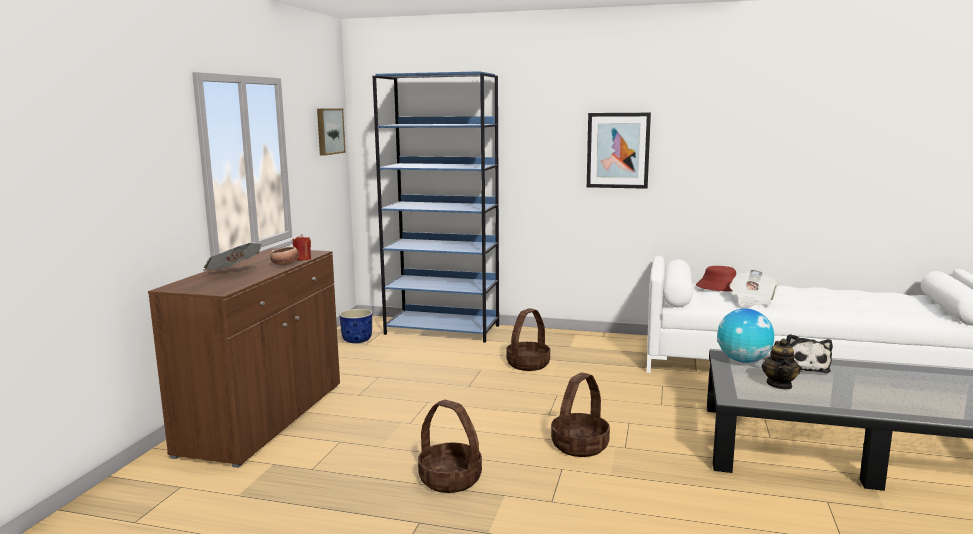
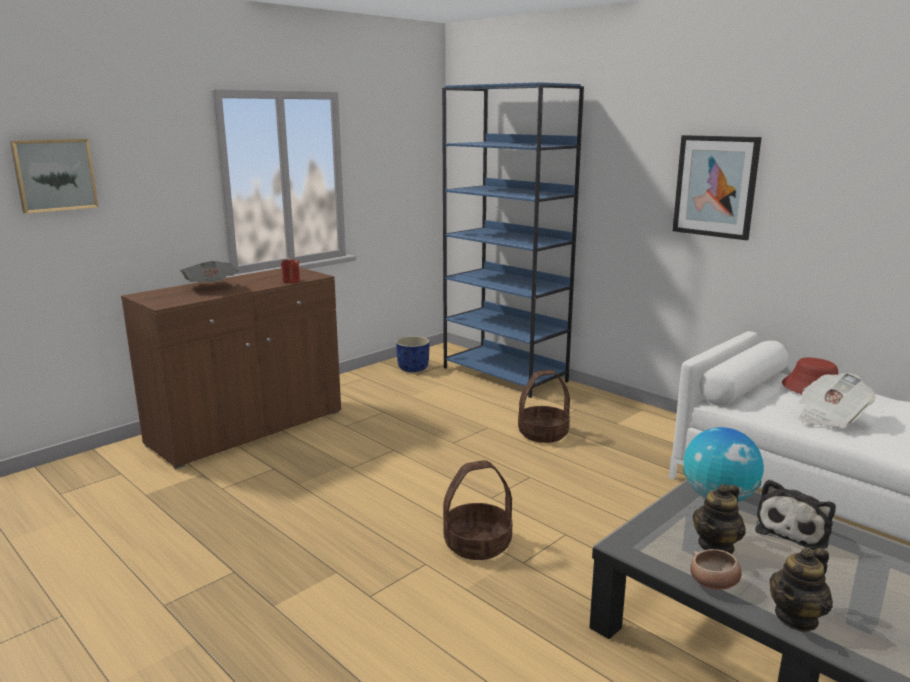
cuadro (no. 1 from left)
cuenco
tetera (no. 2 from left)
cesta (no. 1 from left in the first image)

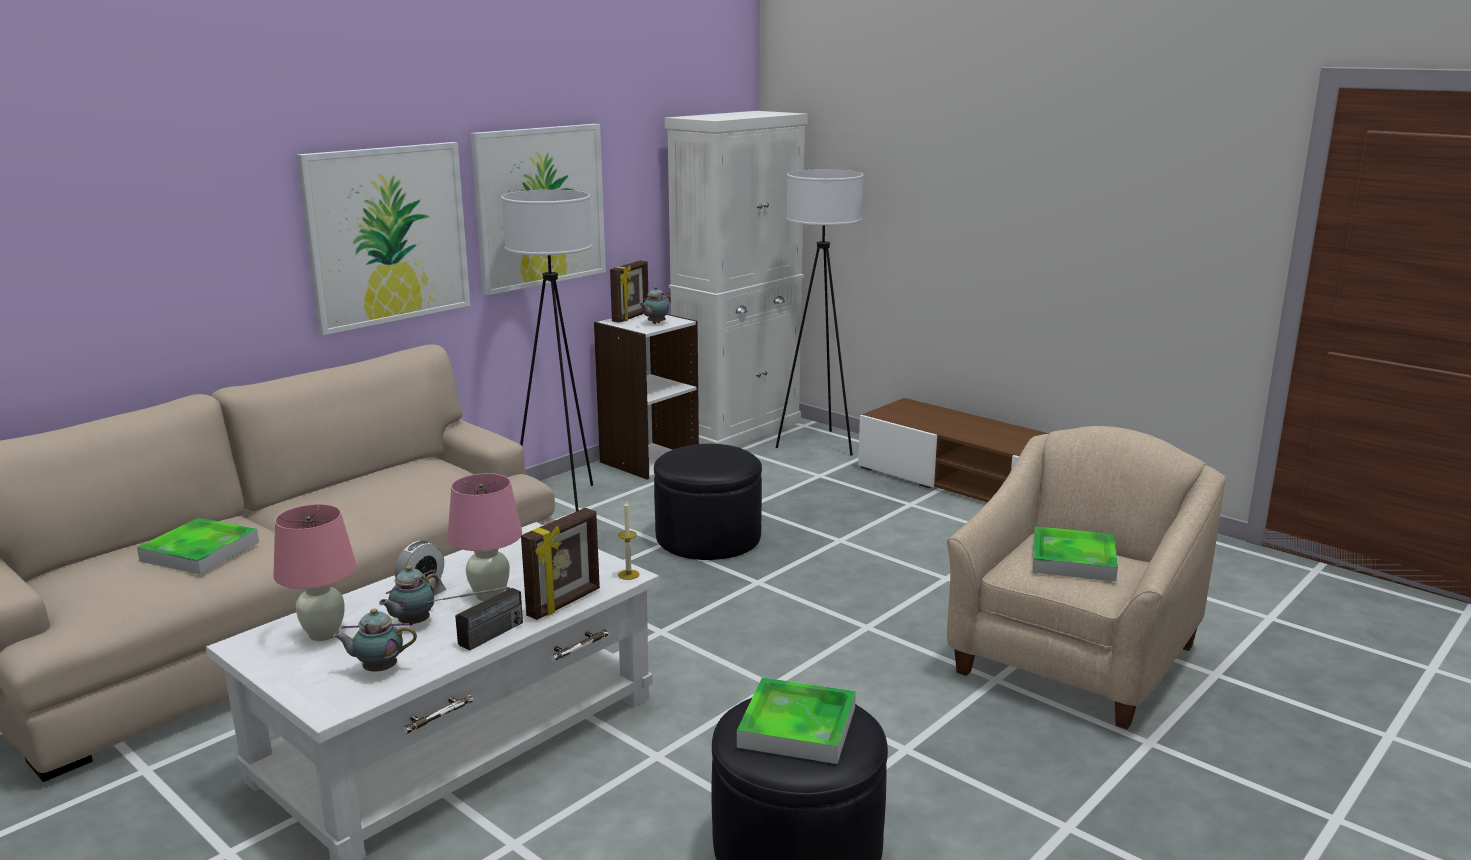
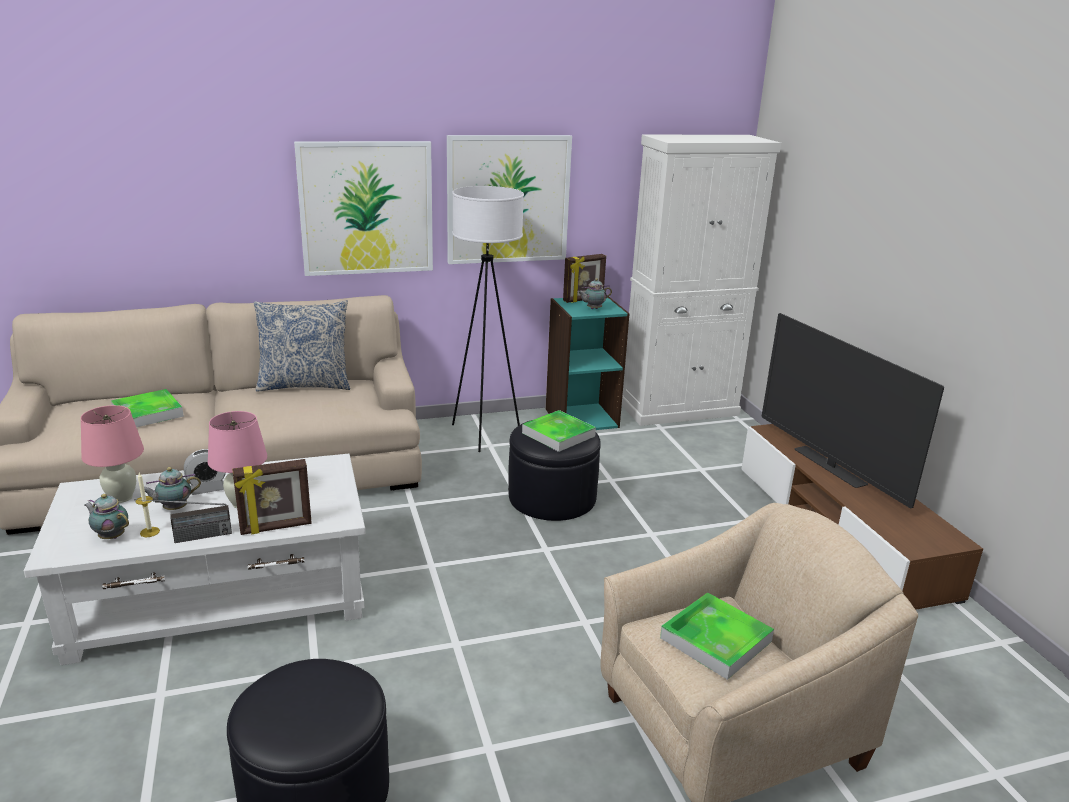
vela
cojín
bandeja (no. 2 from left)
estantería/turquesa
televisor
lámpara de pie/blanco (no. 2 from left in the first image)

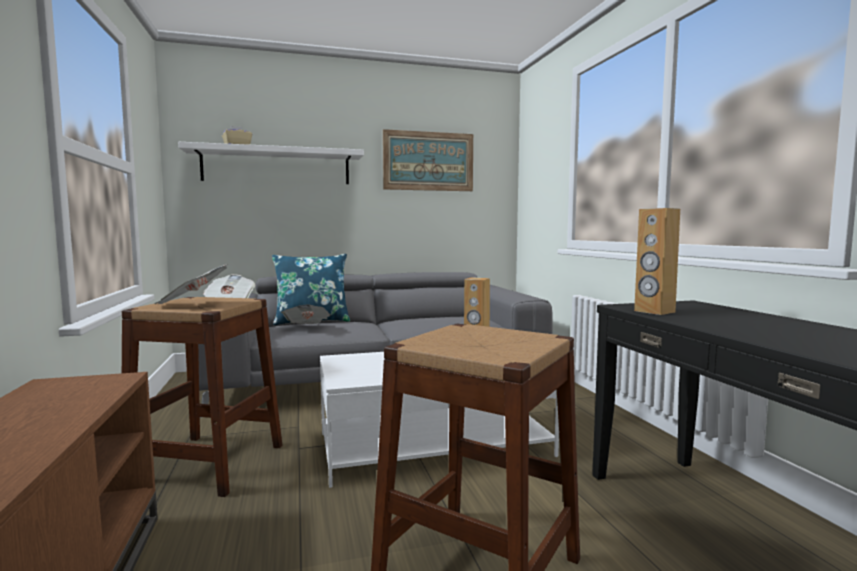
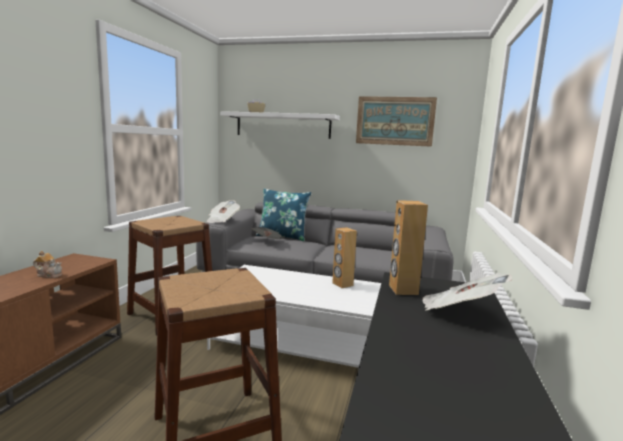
tetera
periódico (no. 3 from left)

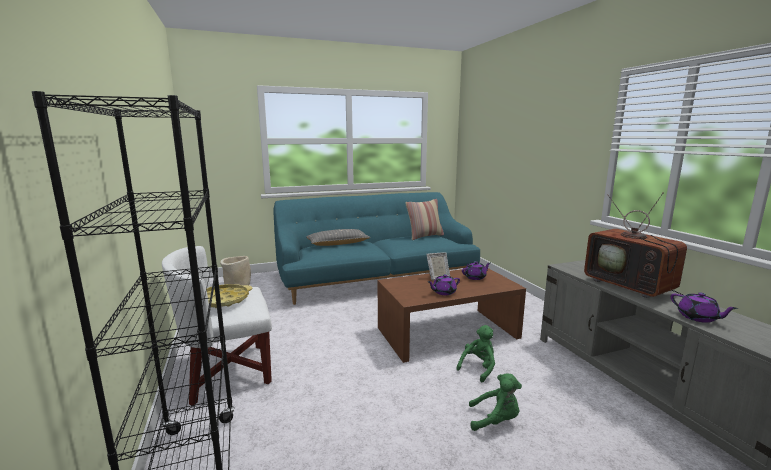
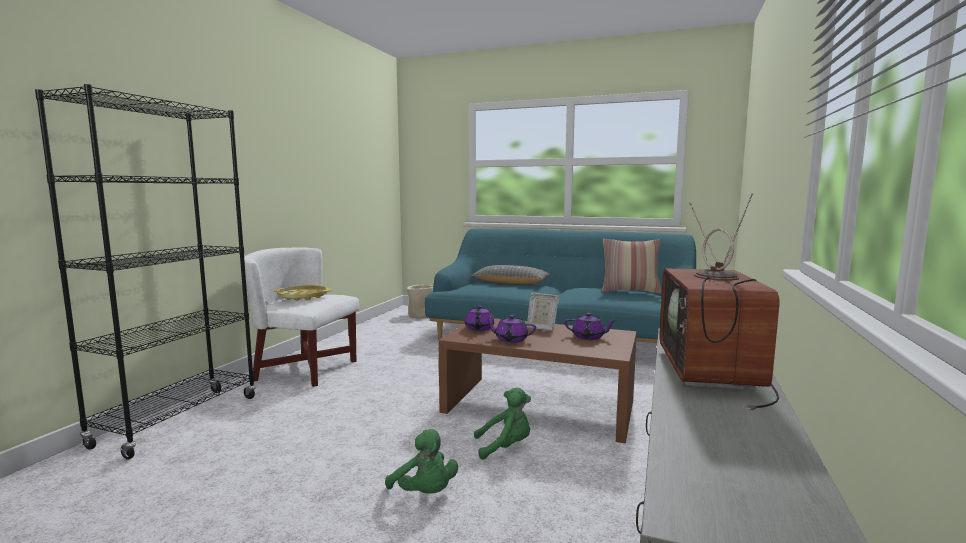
tetera/morado (no. 1 from left)

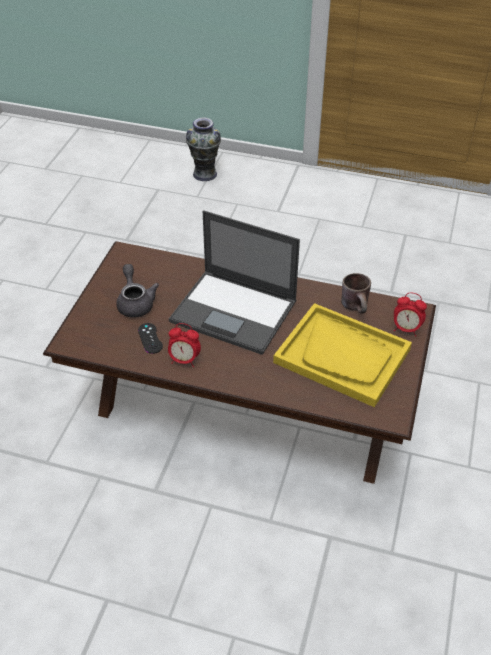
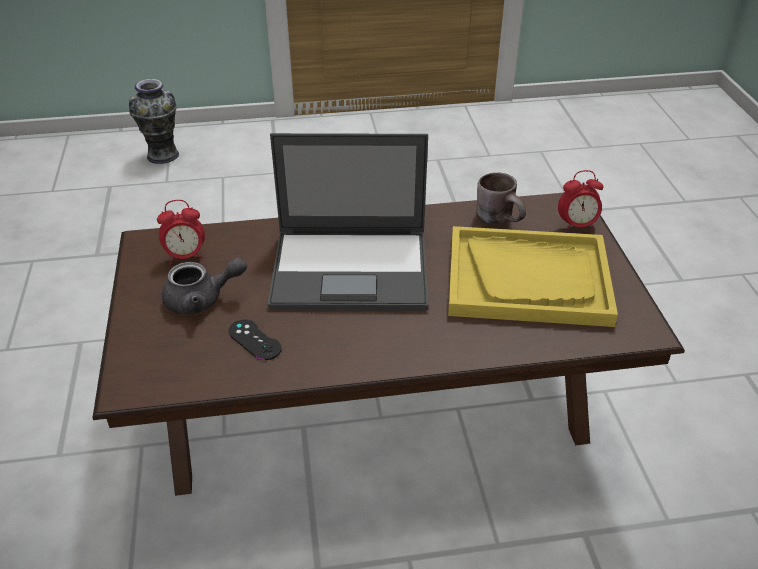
despertador (no. 1 from left)
tetera/gris

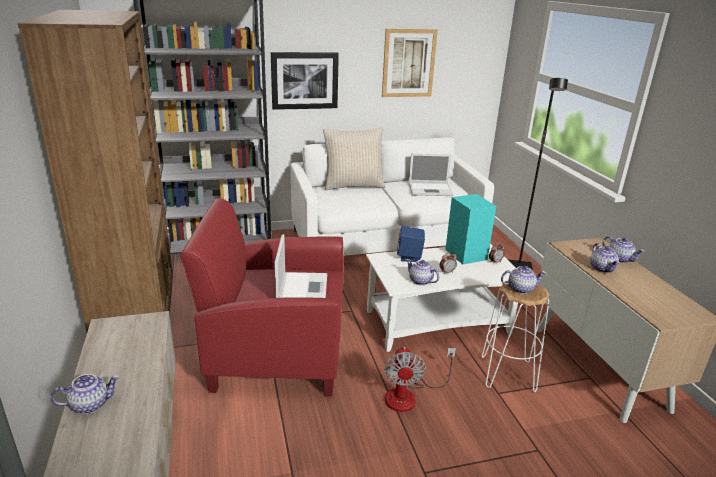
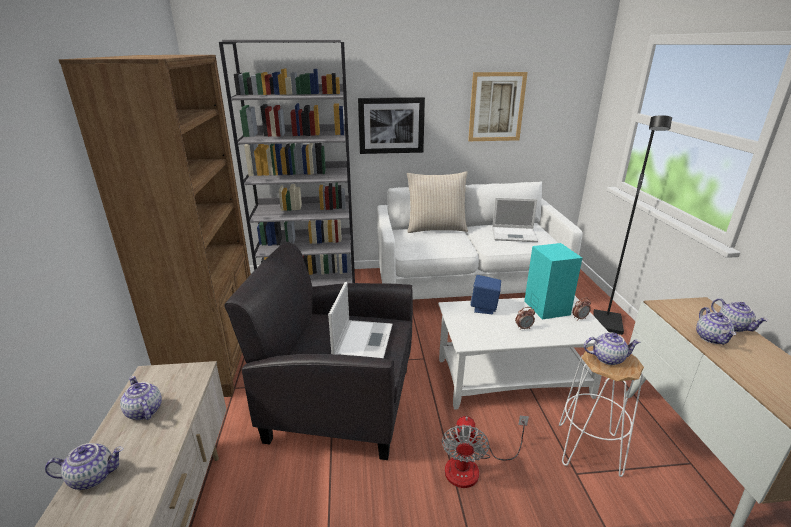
tetera (no. 2 from left)
sillón/negro

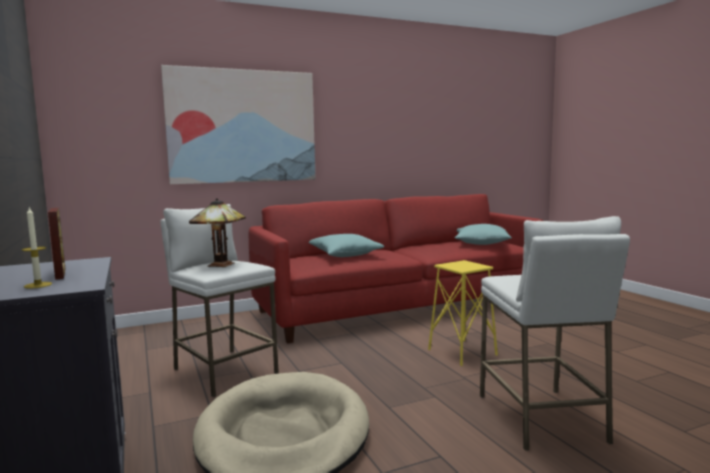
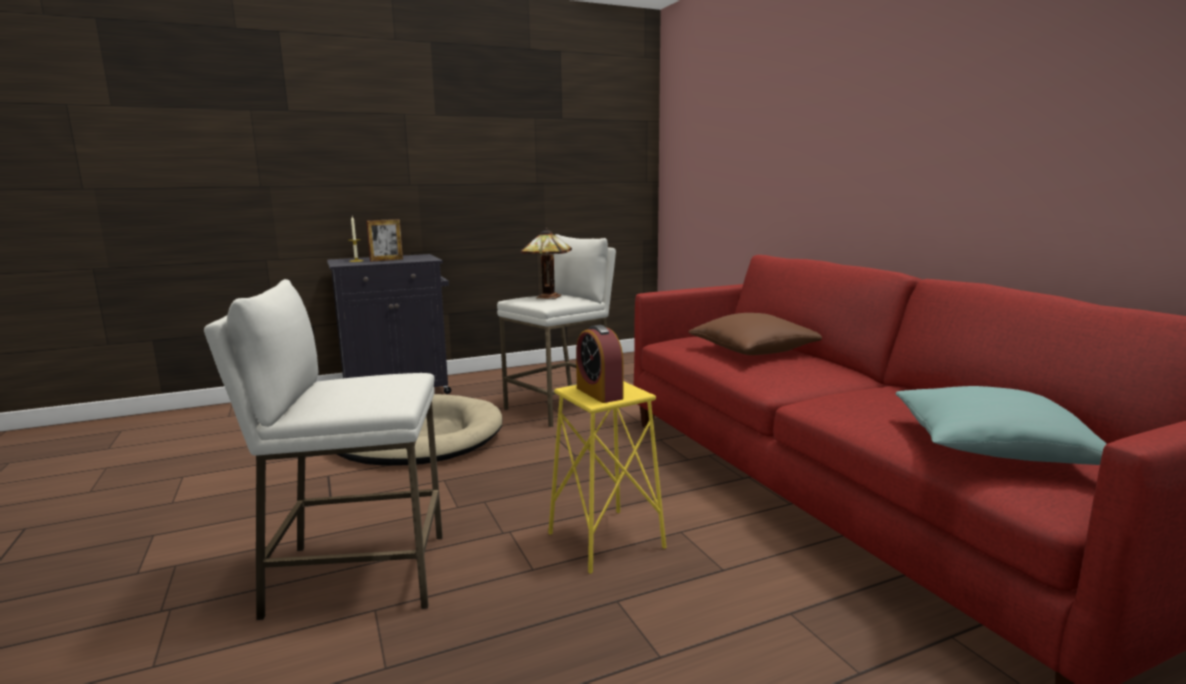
despertador
cojín/marrón
cuadro

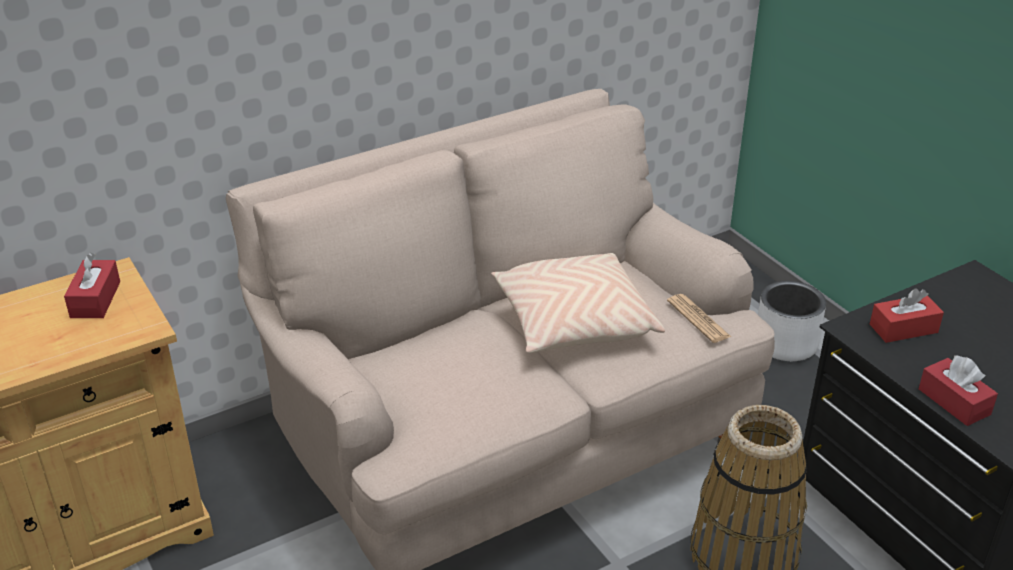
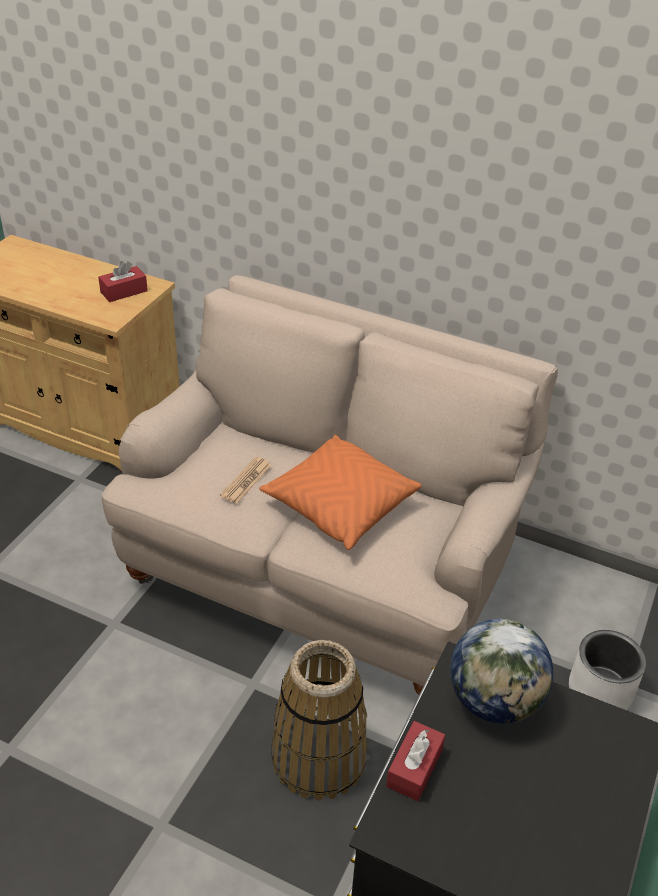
periódico
cojín/naranja
globo terráqueo

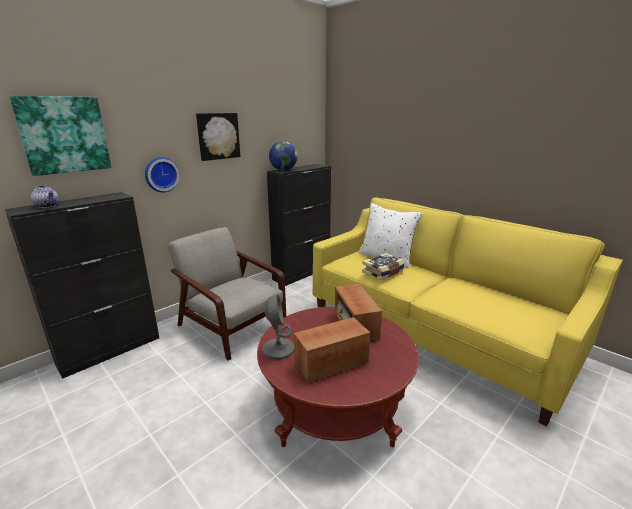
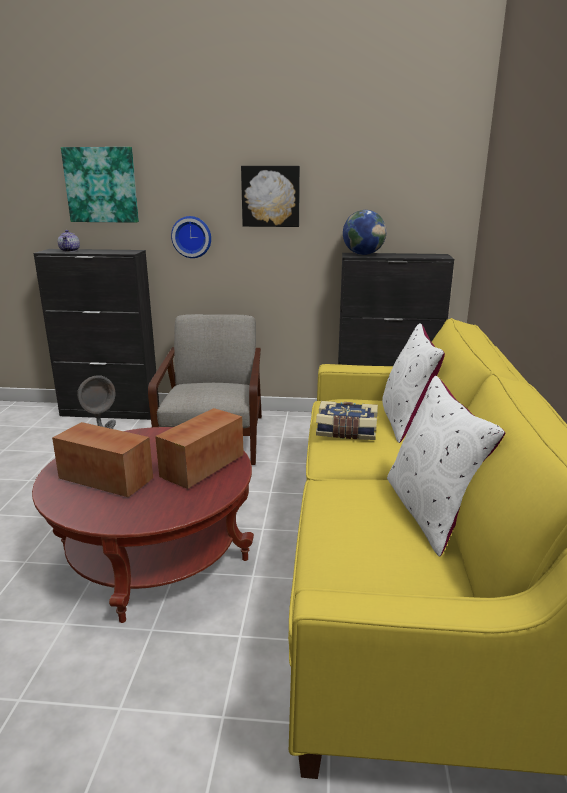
cojín/blanco (no. 2 from left)

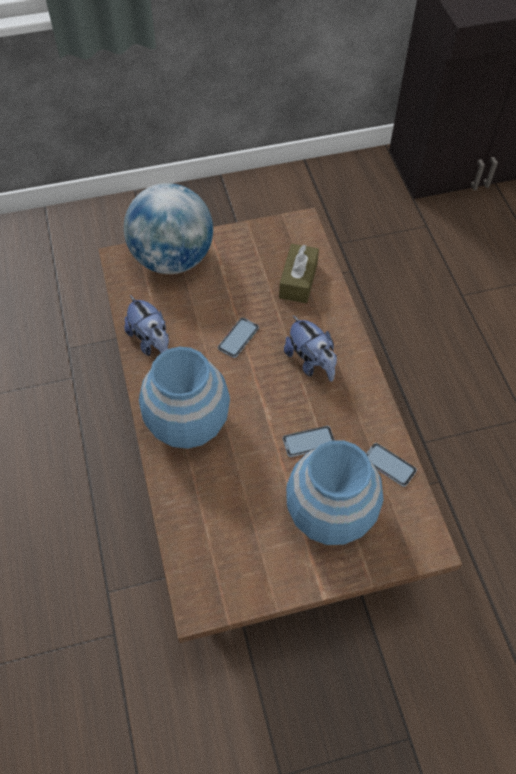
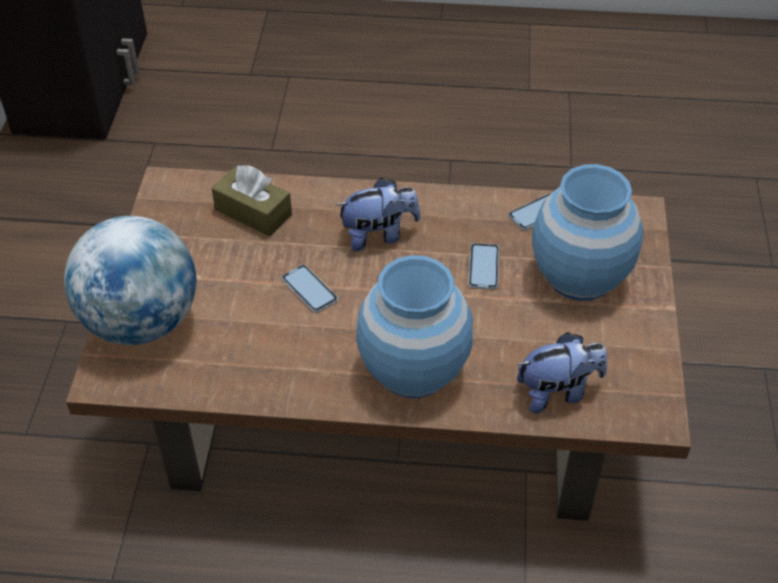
peluche (no. 2 from left)

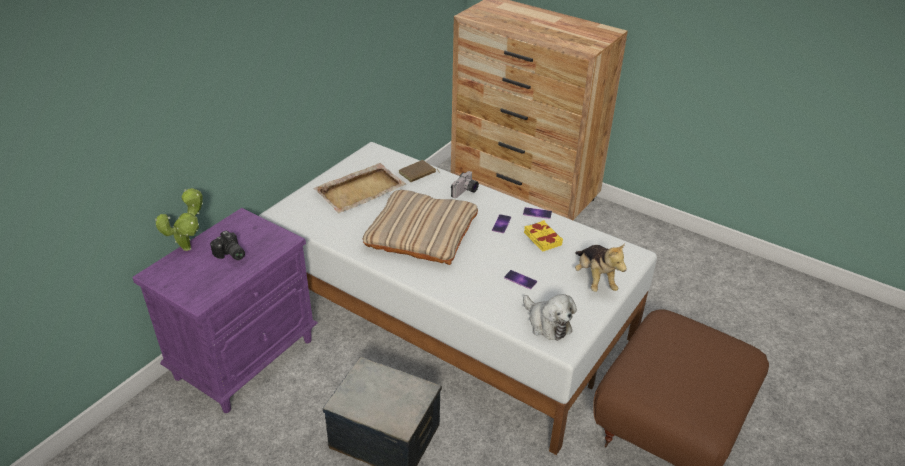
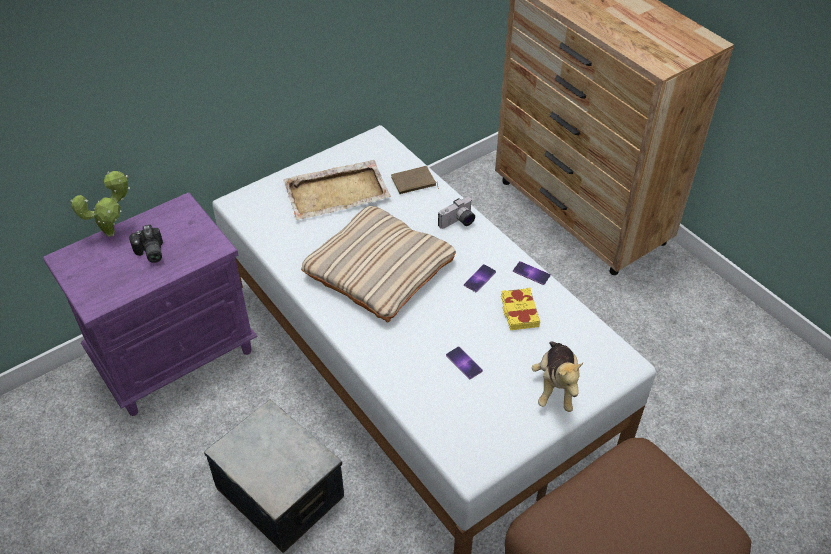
peluche (no. 1 from left in the first image)

